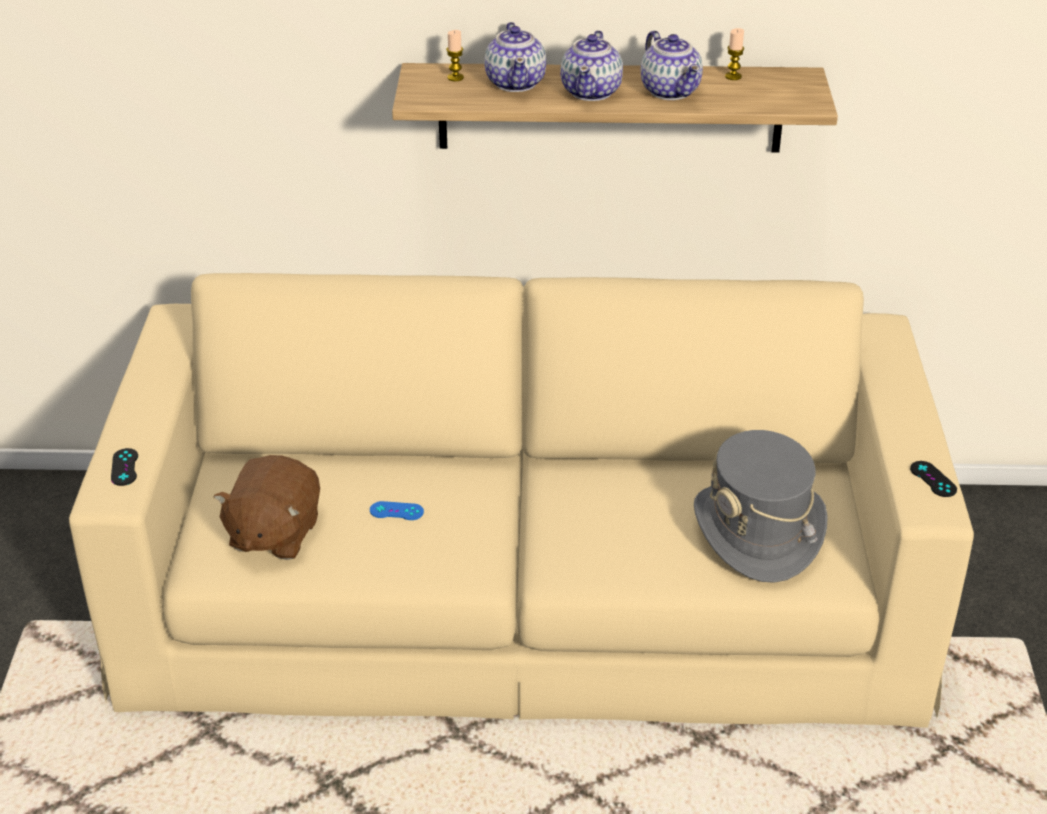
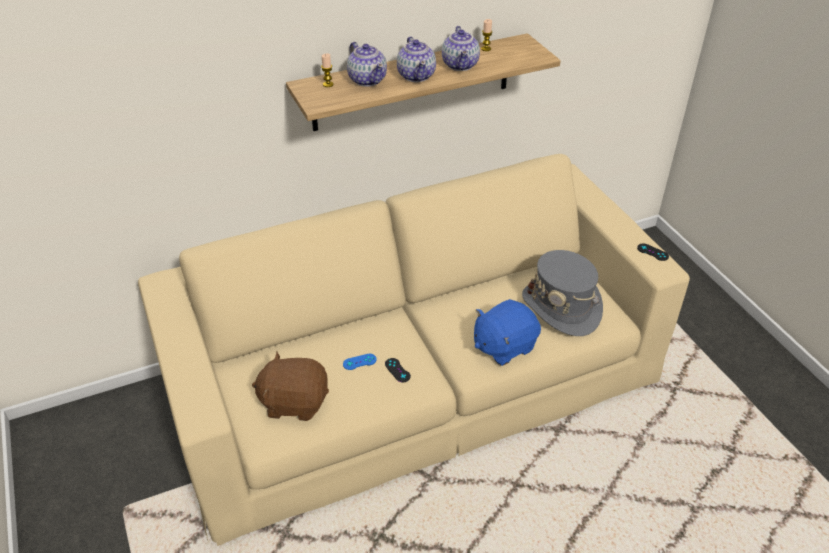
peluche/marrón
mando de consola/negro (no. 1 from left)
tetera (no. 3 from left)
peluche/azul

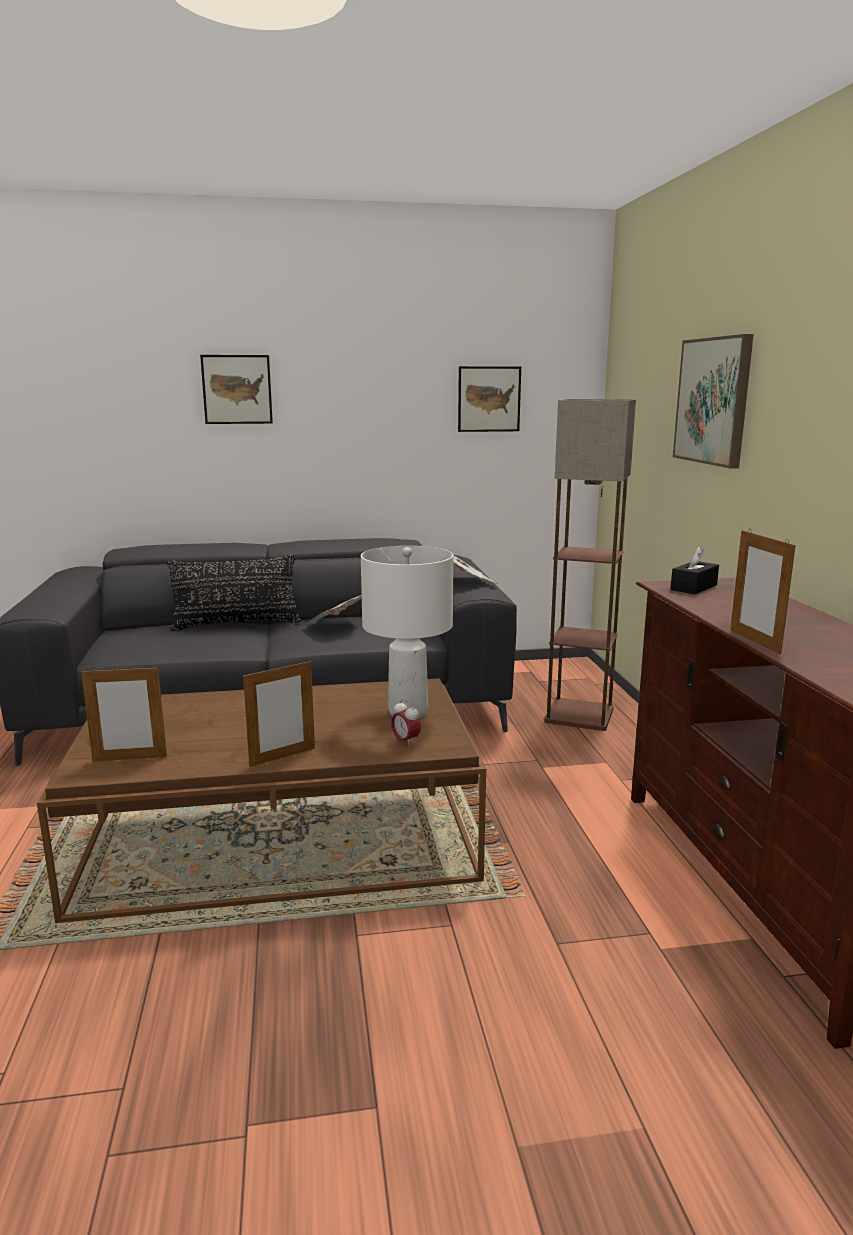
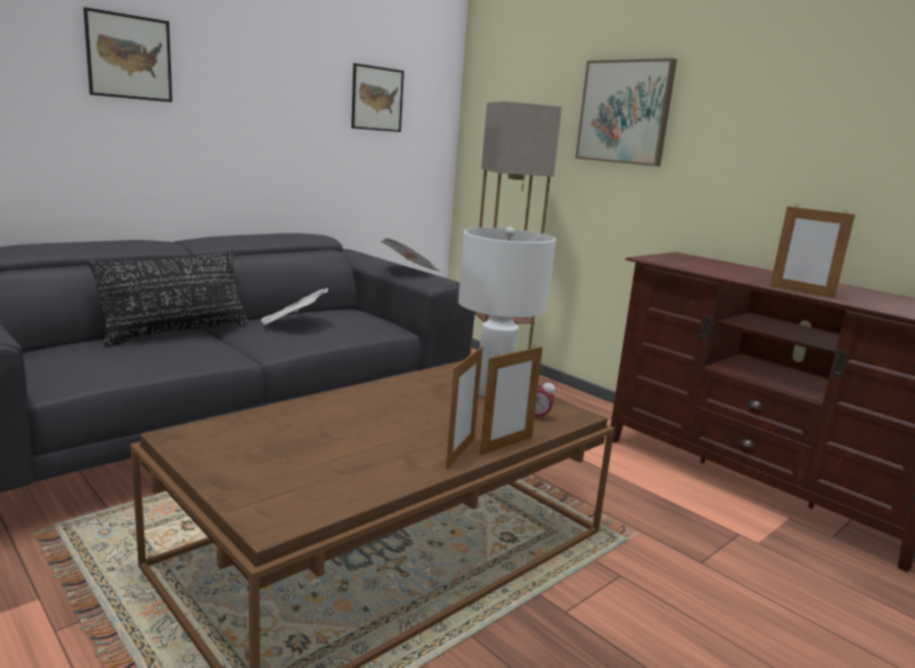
portarretratos (no. 2 from left)
caja de pañuelos/negro

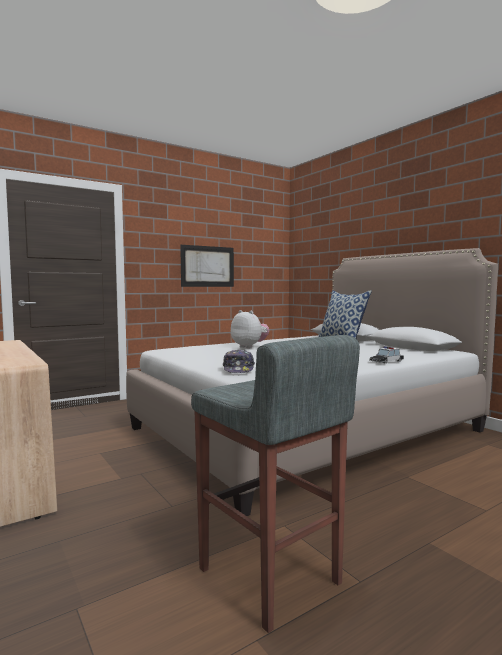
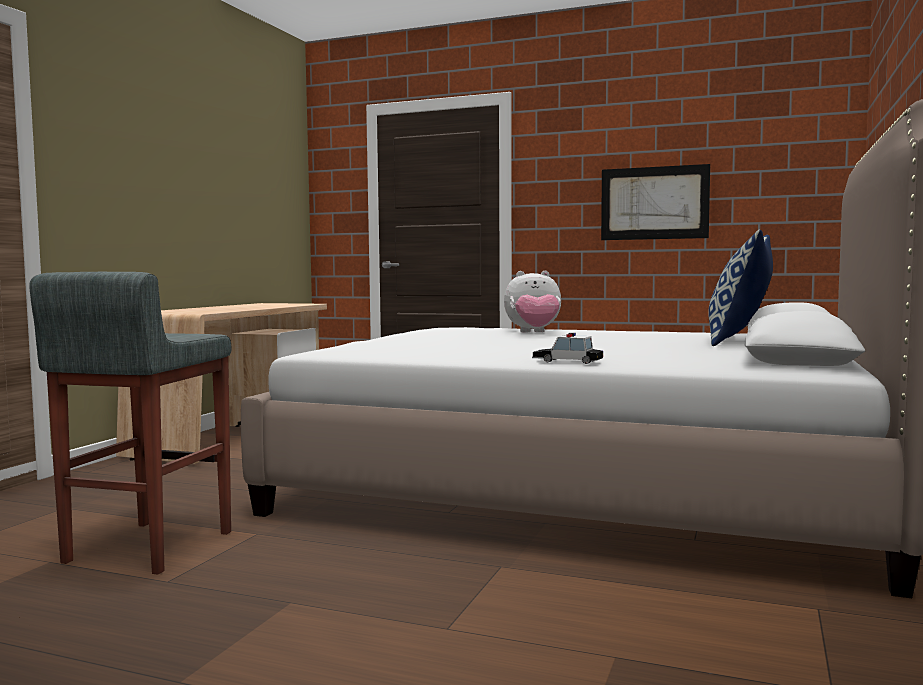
peluche
gorra

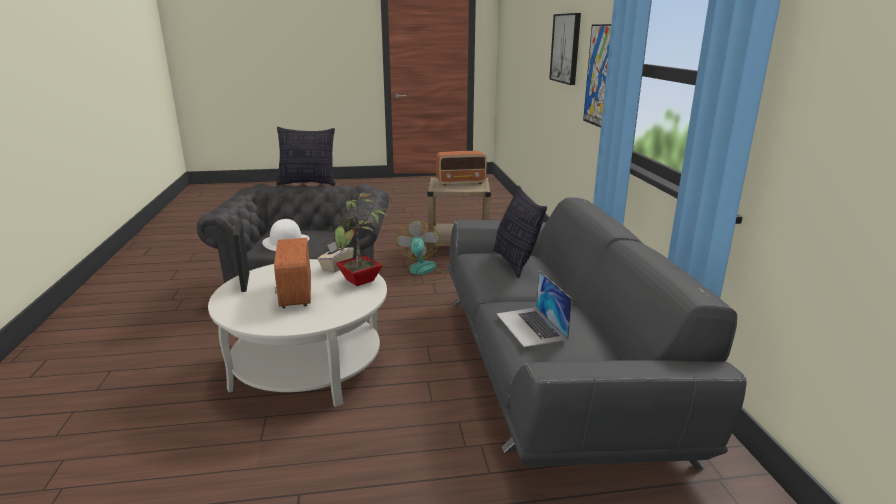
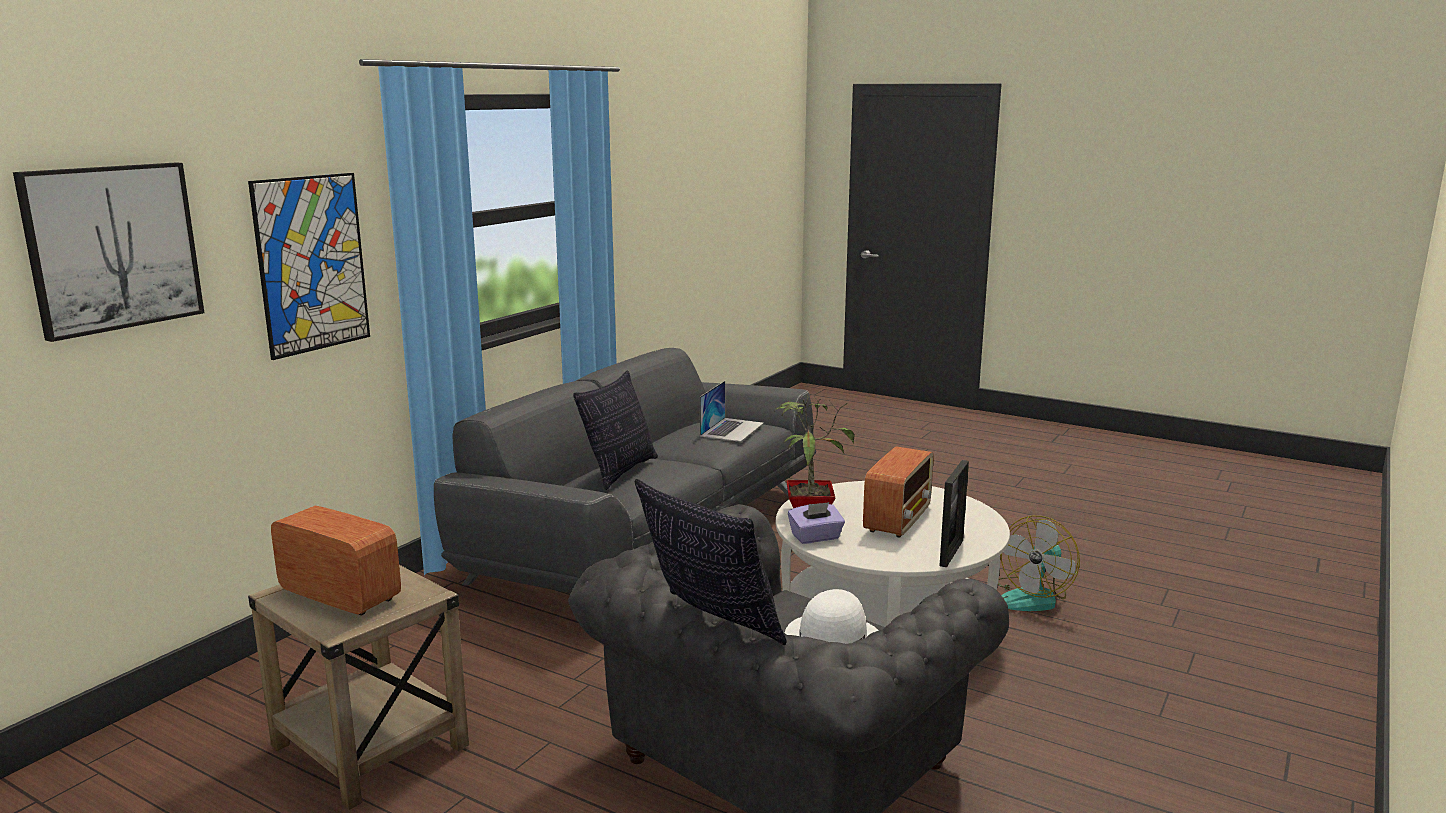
caja de pañuelos/morado
ventilador

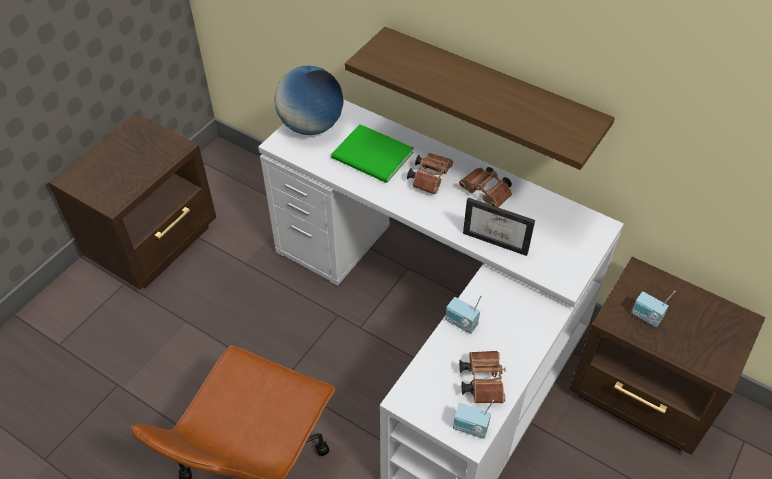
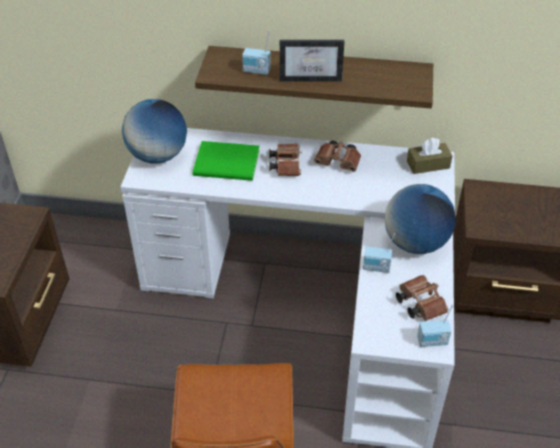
radio (no. 1 from left)
portarretratos
globo terráqueo (no. 2 from left)
caja de pañuelos/marrón

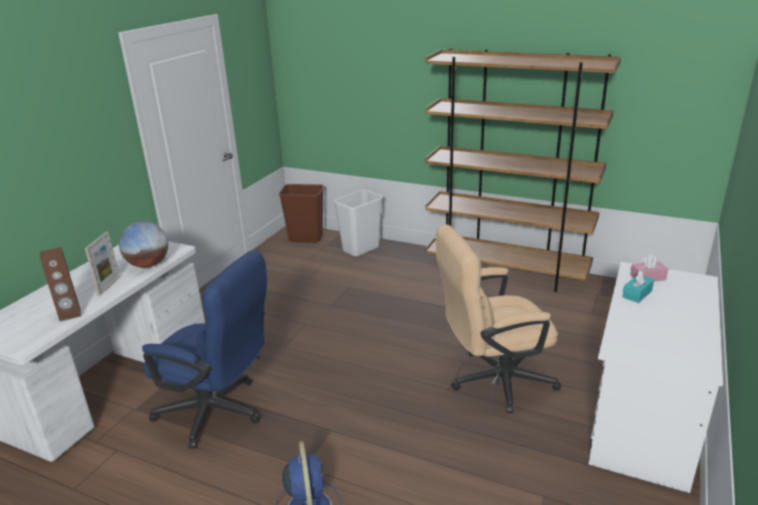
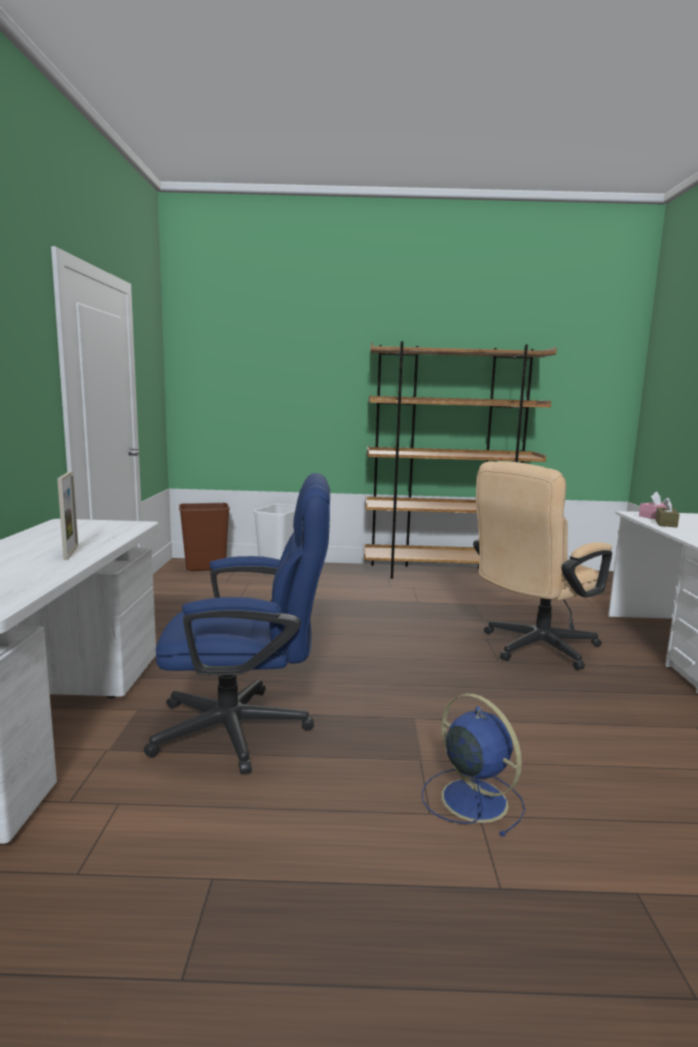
caja de pañuelos/marrón
altavoz/marrón
globo terráqueo

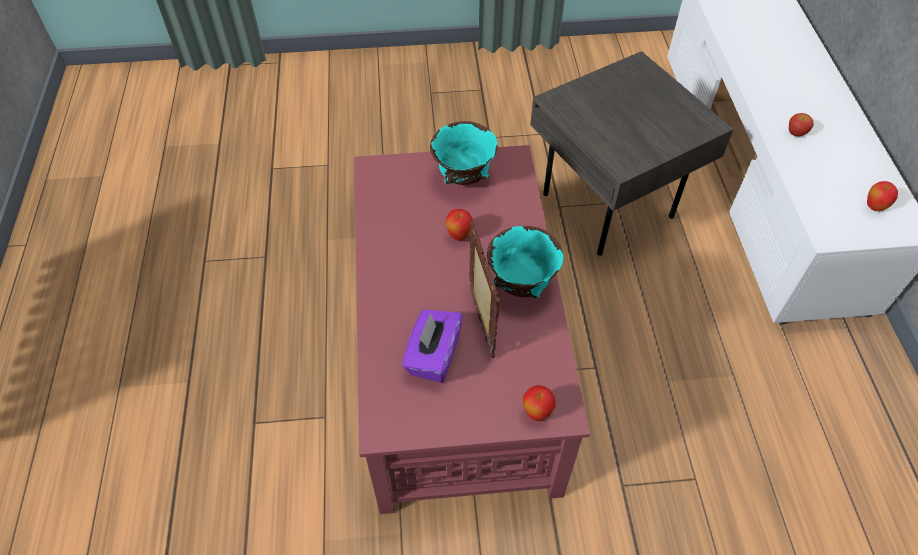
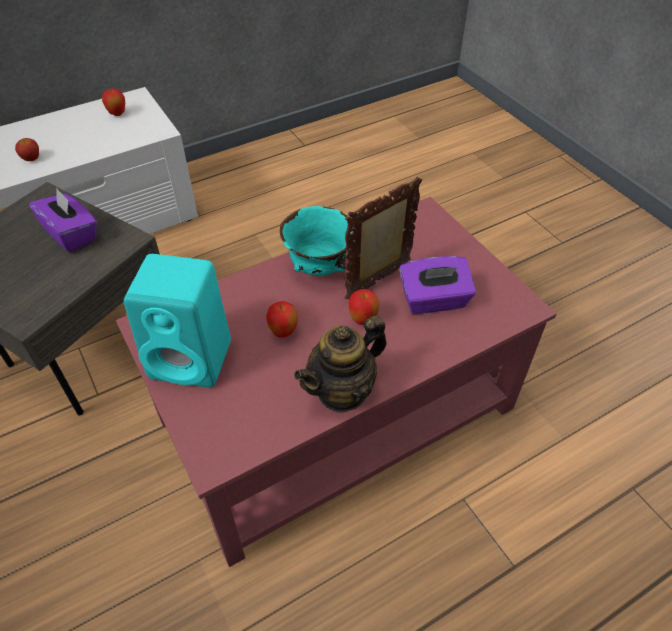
caja de pañuelos/morado (no. 1 from left)
altavoz/turquesa
tetera
manzana (no. 4 from left)

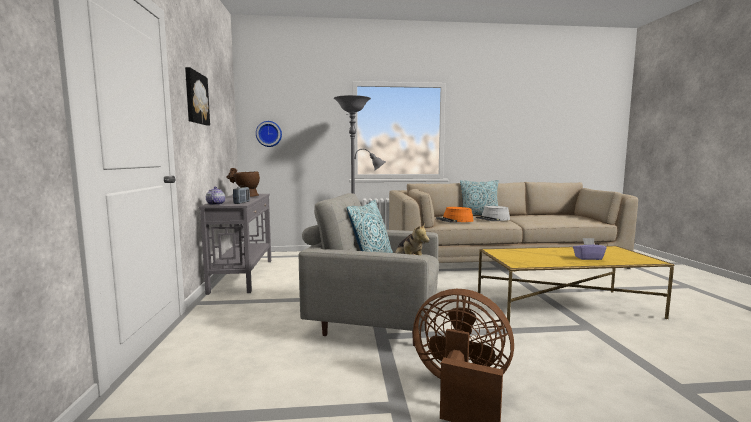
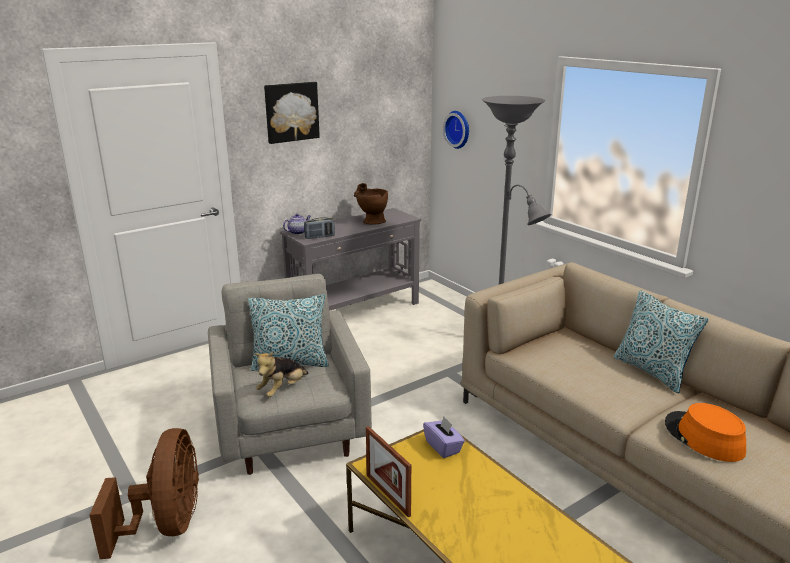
portarretratos
caja de pañuelos/morado
sombrero/naranja
sombrero/gris

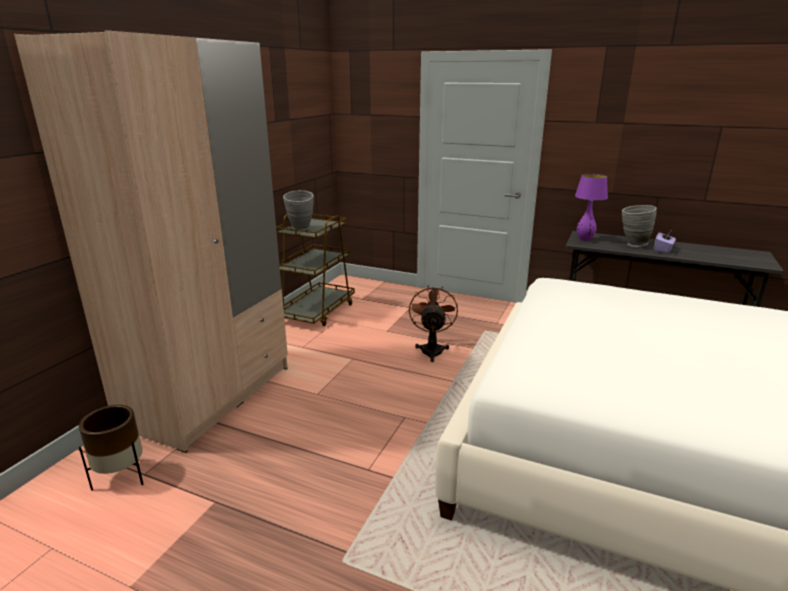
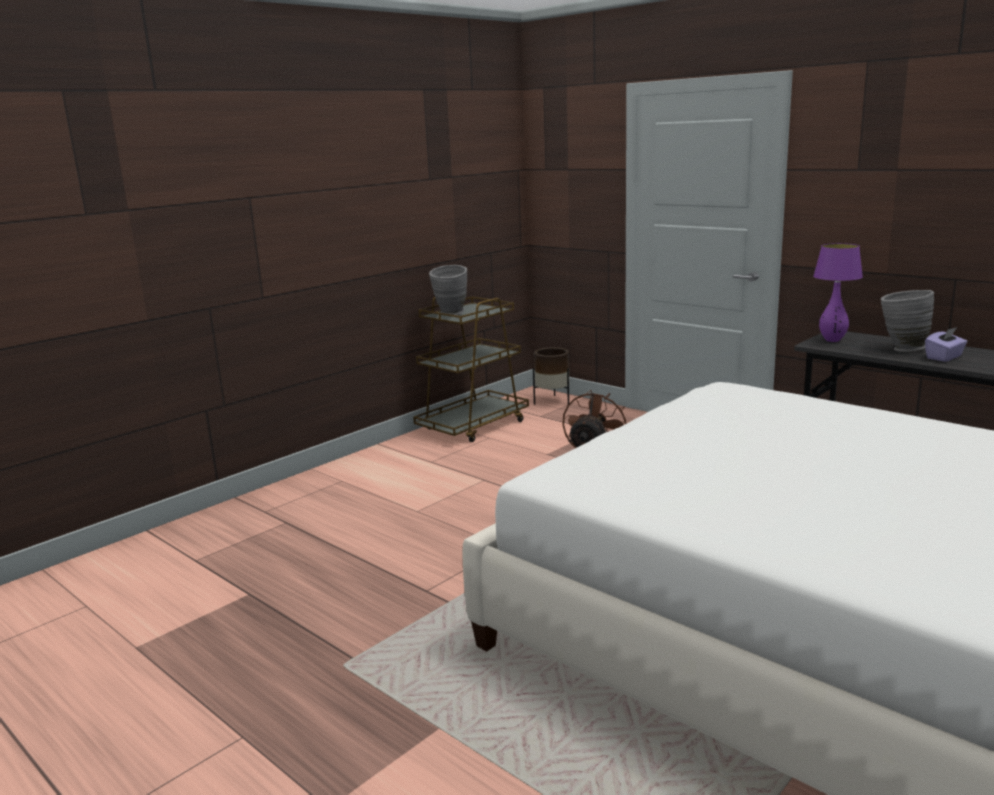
maceta/marrón
armario ropero/beis

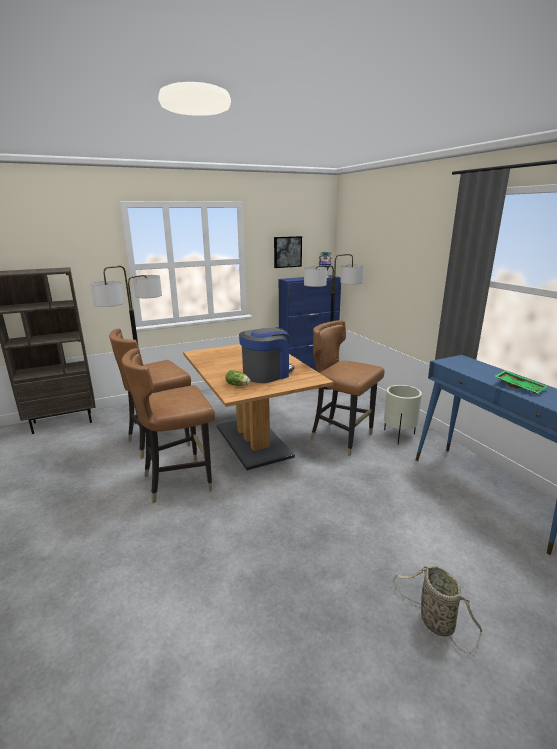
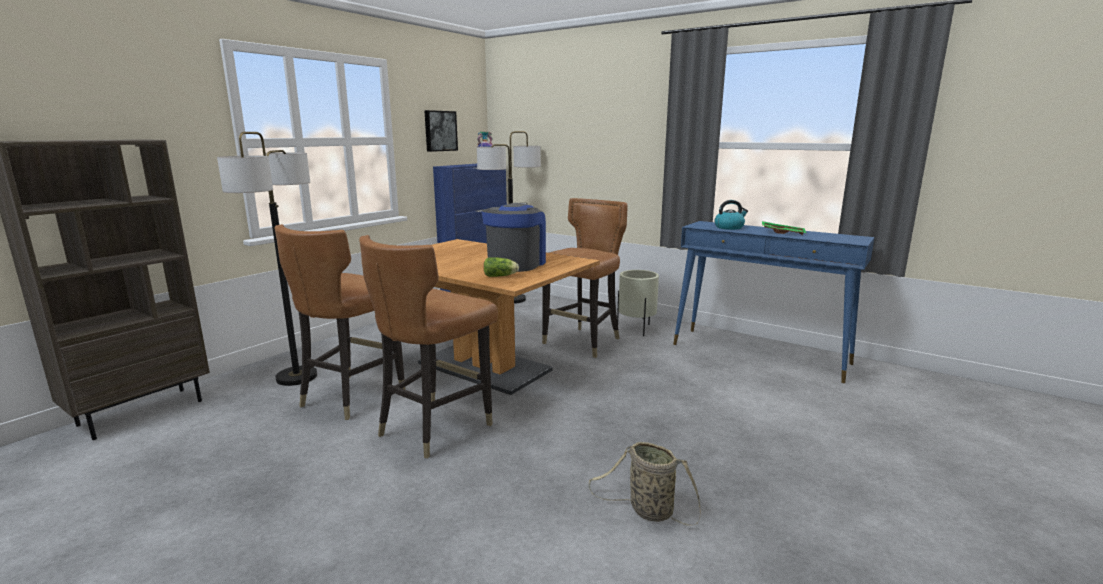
silla/marrón (no. 3 from left)
cesta
hervidor

